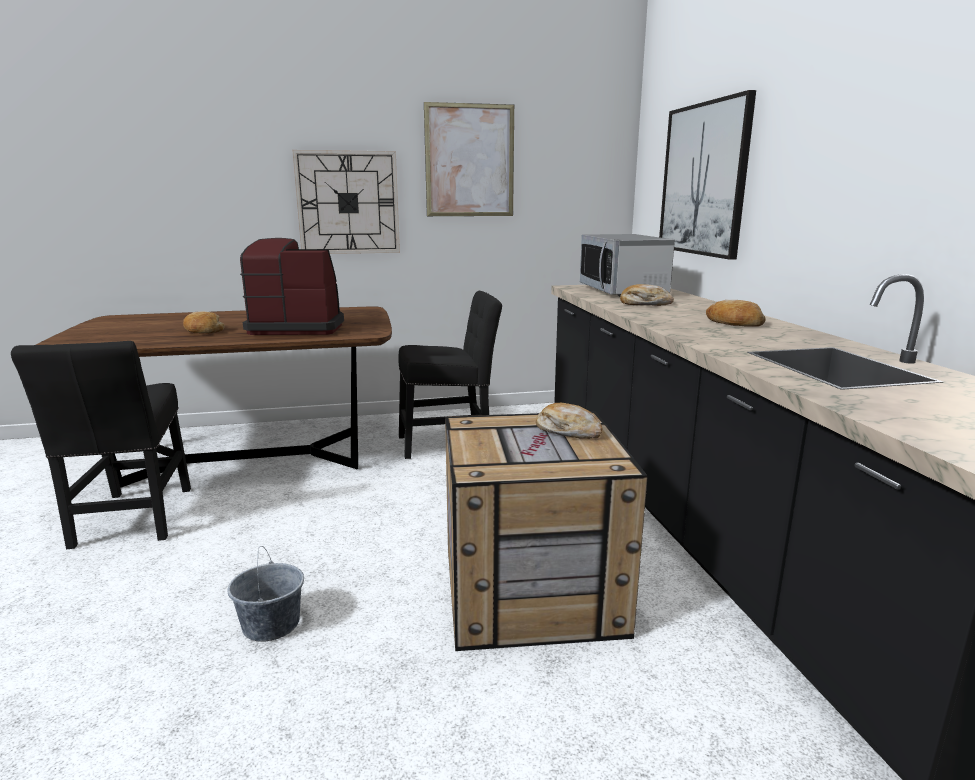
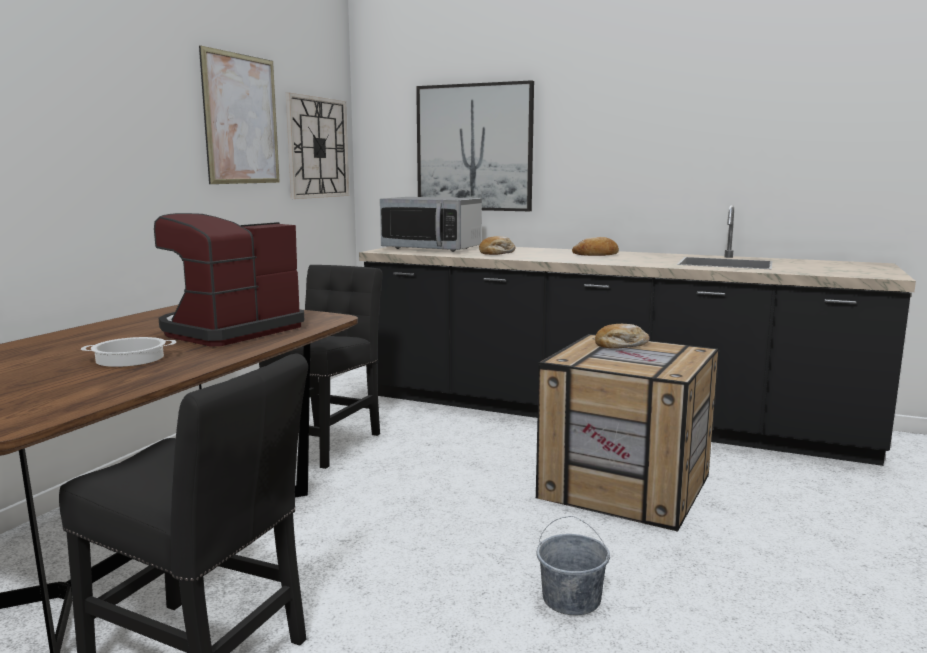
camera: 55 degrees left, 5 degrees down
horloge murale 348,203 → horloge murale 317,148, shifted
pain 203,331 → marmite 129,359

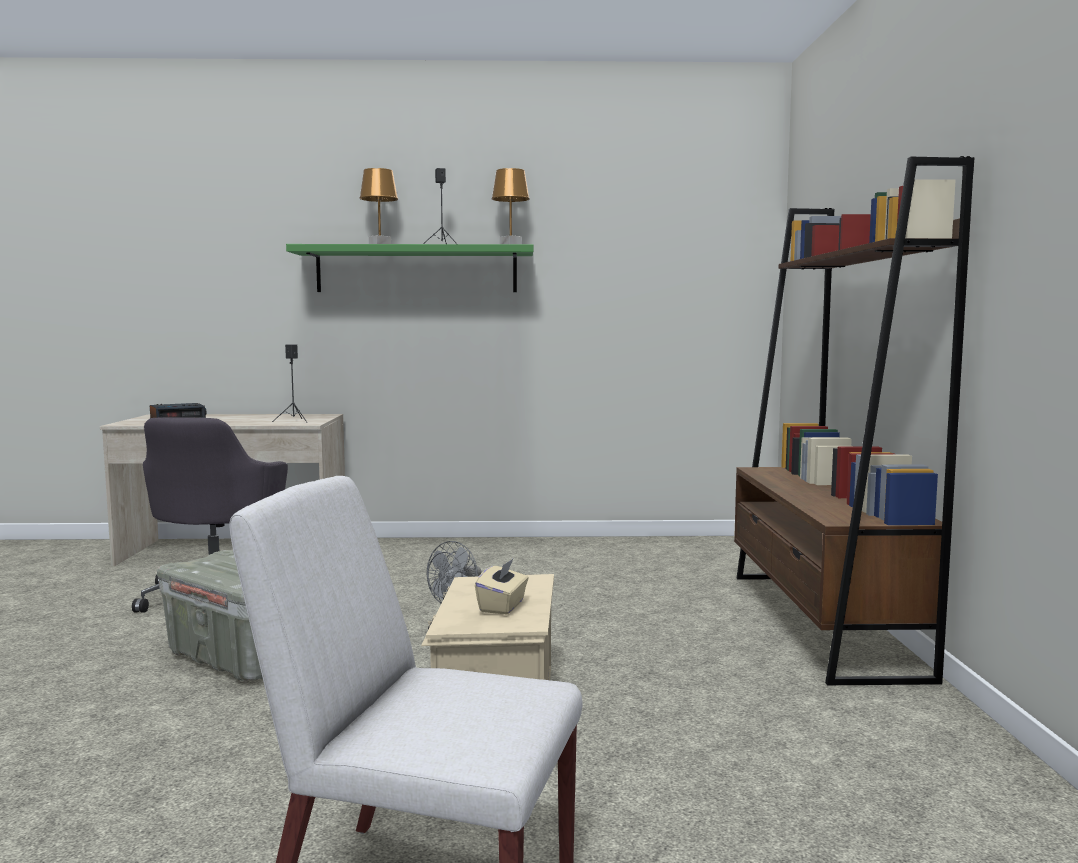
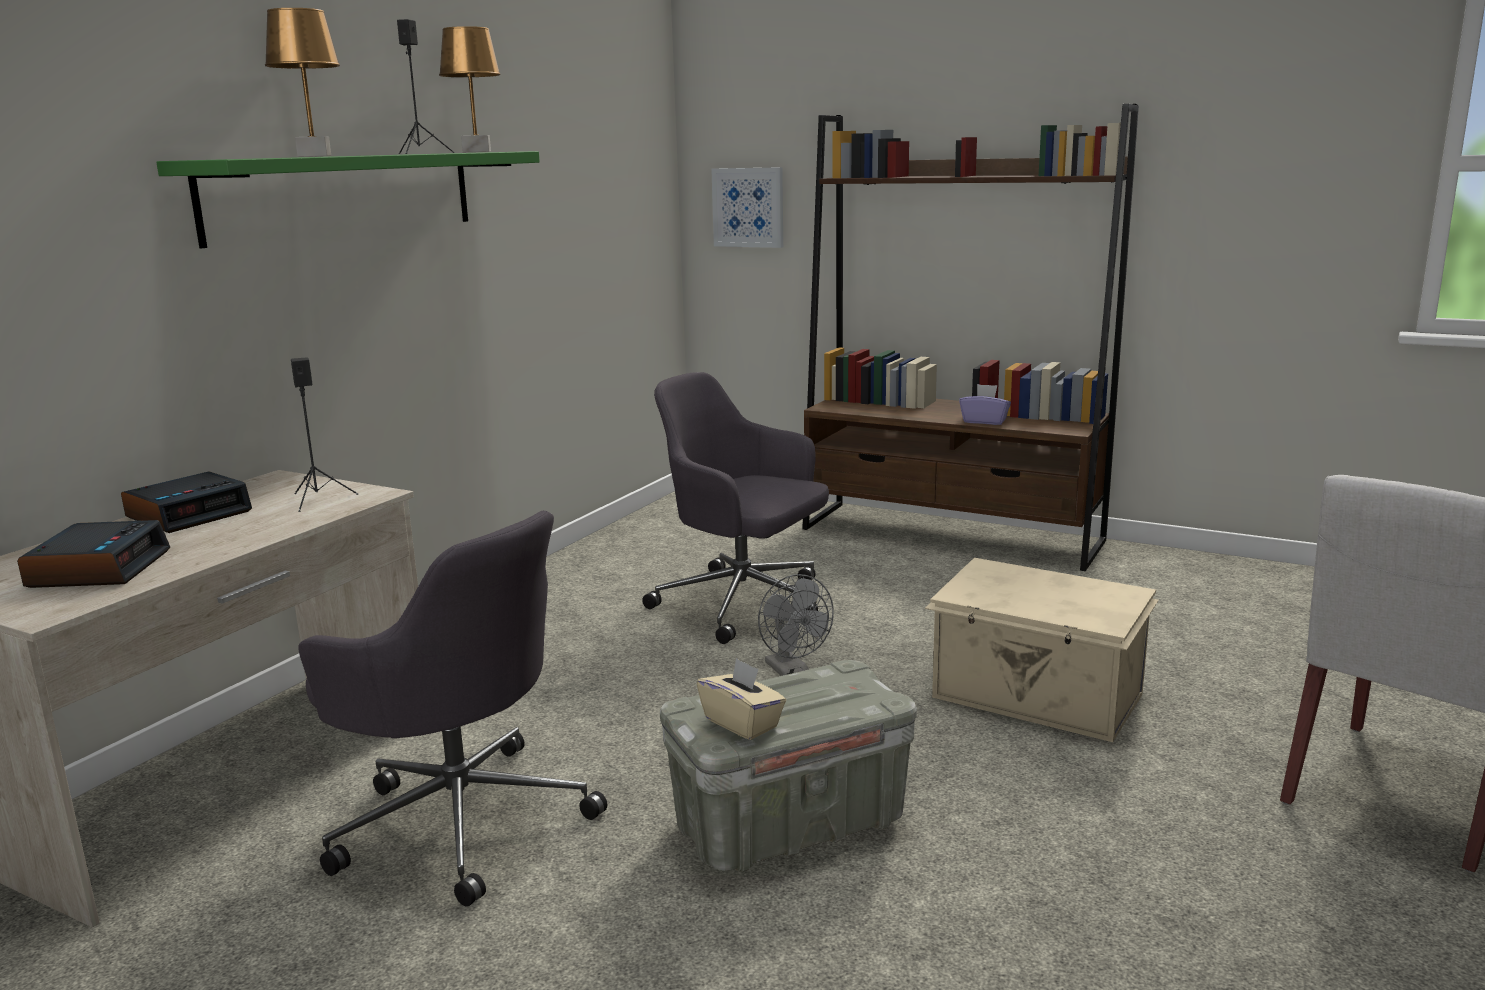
camera: 60 degrees left, 10 degrees up
- → réveil 190,514
- → chaise de bureau (gris) 743,604
- → tableau 748,207
- → boîte à mouchoirs (violet) 984,421
boîte à mouchoirs (beige) 502,606 → boîte à mouchoirs (beige) 742,723, shifted

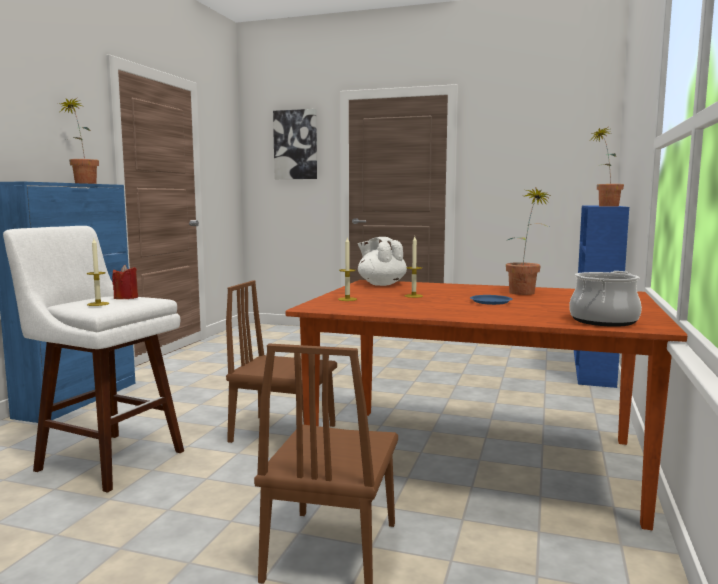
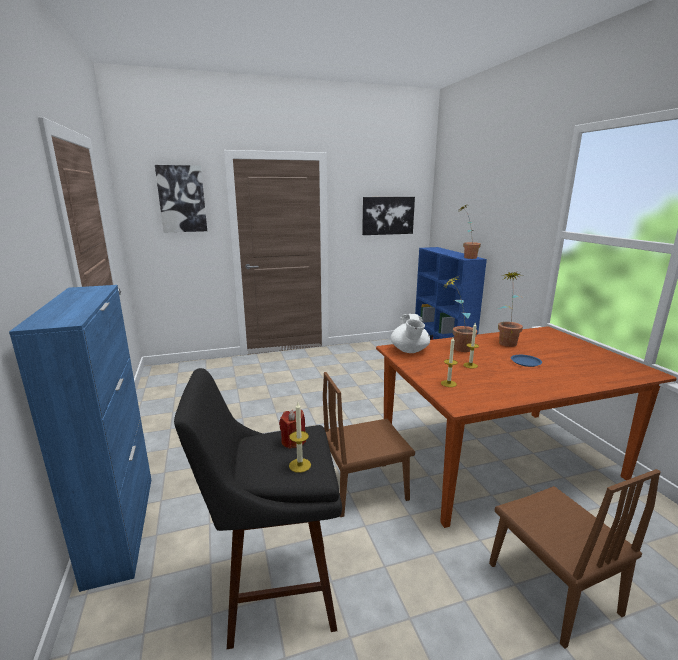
camera: 35 degrees left, 10 degrees up
marmite 603,321 → -
- → tableau 387,215
plante en pot 82,183 → plante en pot 457,348, shifted
tabouret (blanc) 106,459 → tabouret (noir) 273,591
théière (blanc) 381,284 → théière (blanc) 409,351, 105 degrees counterclockwise

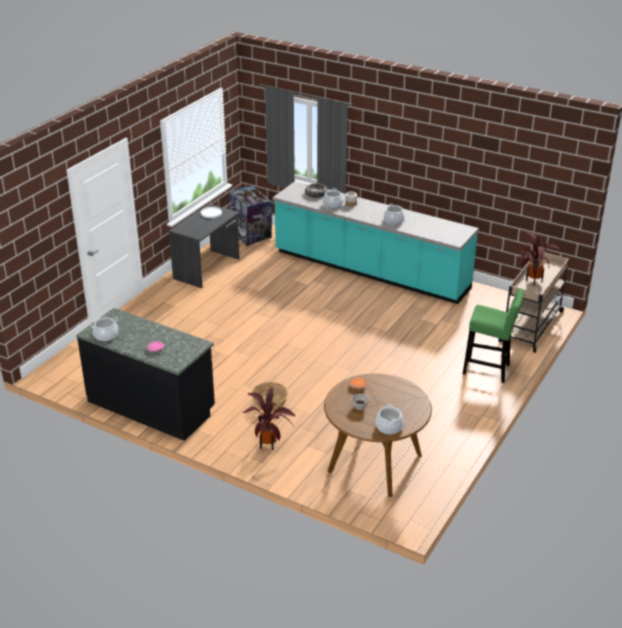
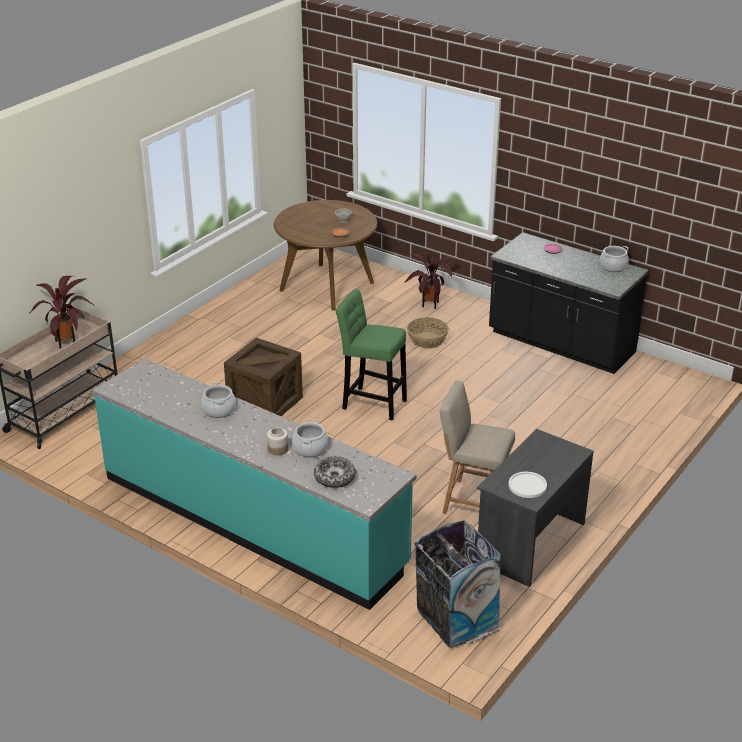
camera: 175 degrees left, 0 degrees up
marmite 389,427 → -
- → caisse 265,403
- → chaise (beige) 473,501
tabouret (vert) 489,370 → tabouret (vert) 371,403, shifted

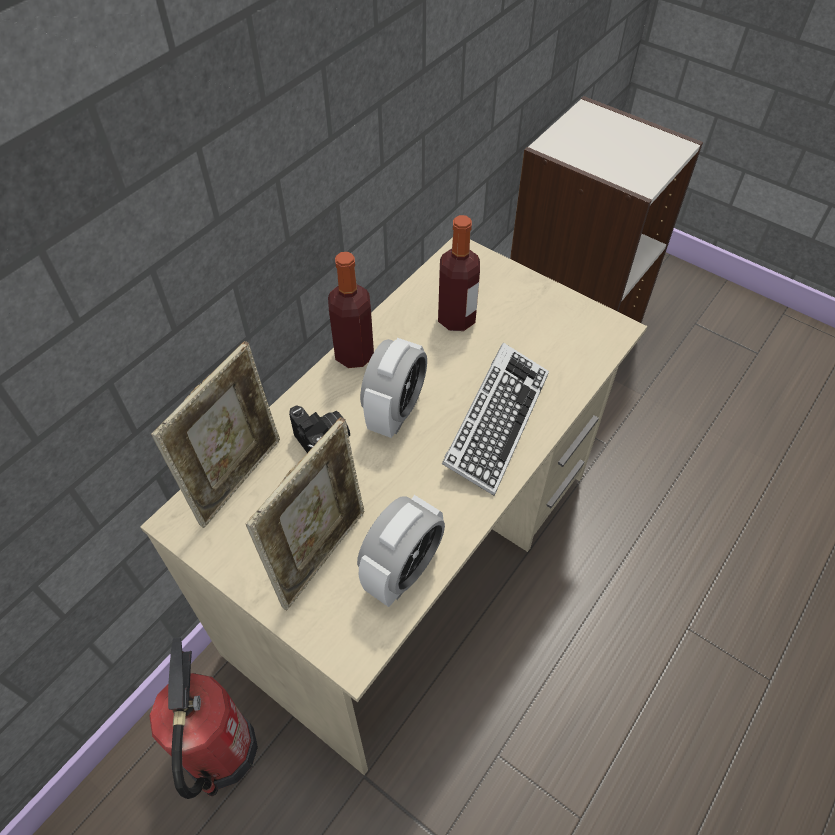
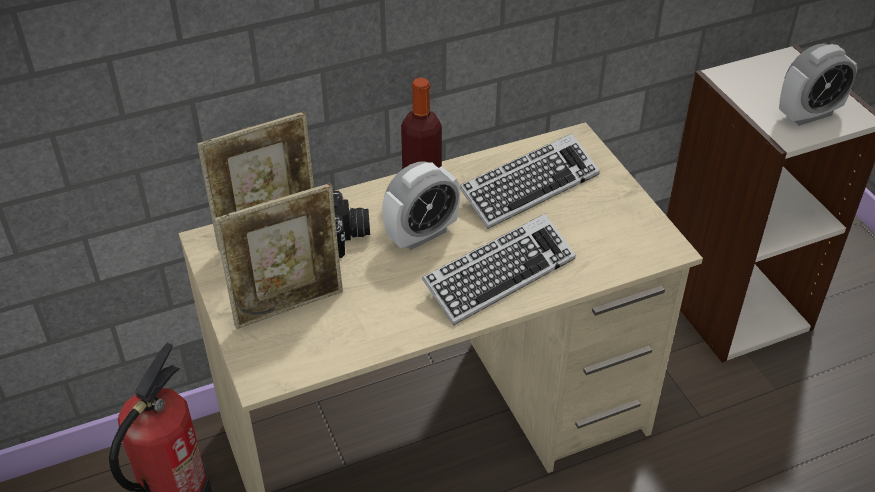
camera: 30 degrees right, 10 degrees down
réveil 402,571 → réveil 809,114, shifted
bouteille 456,319 → clavier 529,187

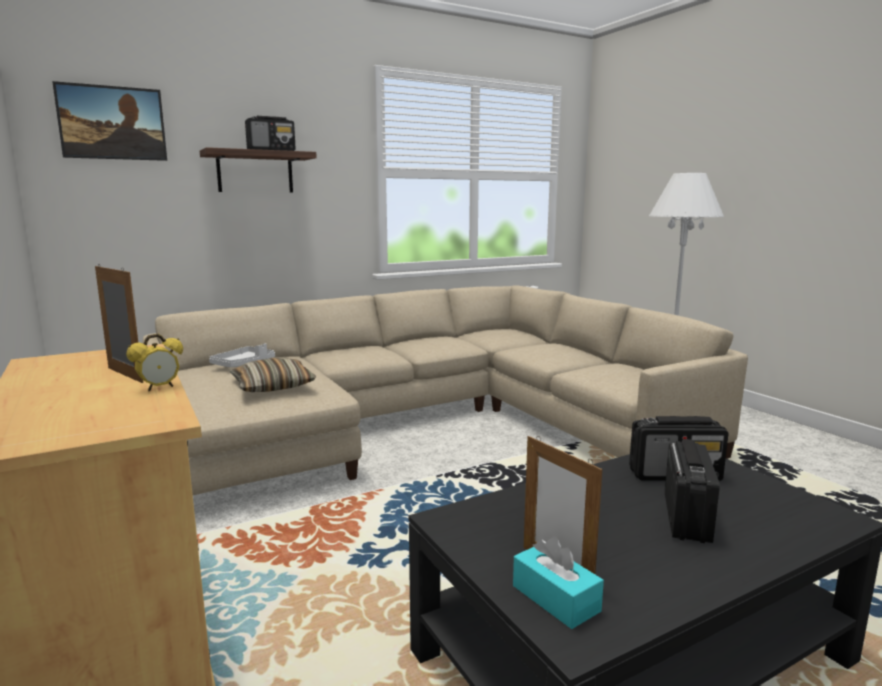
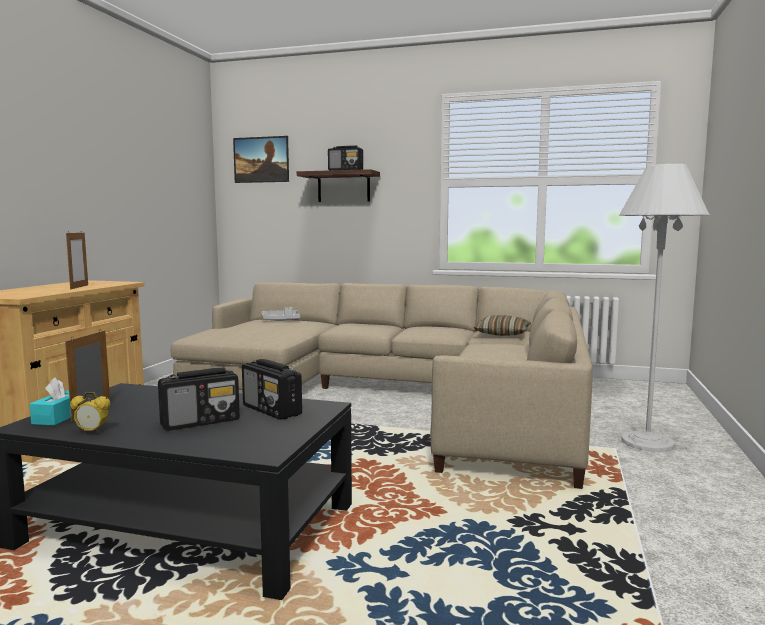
camera: 45 degrees right, 5 degrees down
réveil 159,388 → réveil 92,432, shifted
coussin 273,386 → coussin 502,334, shifted

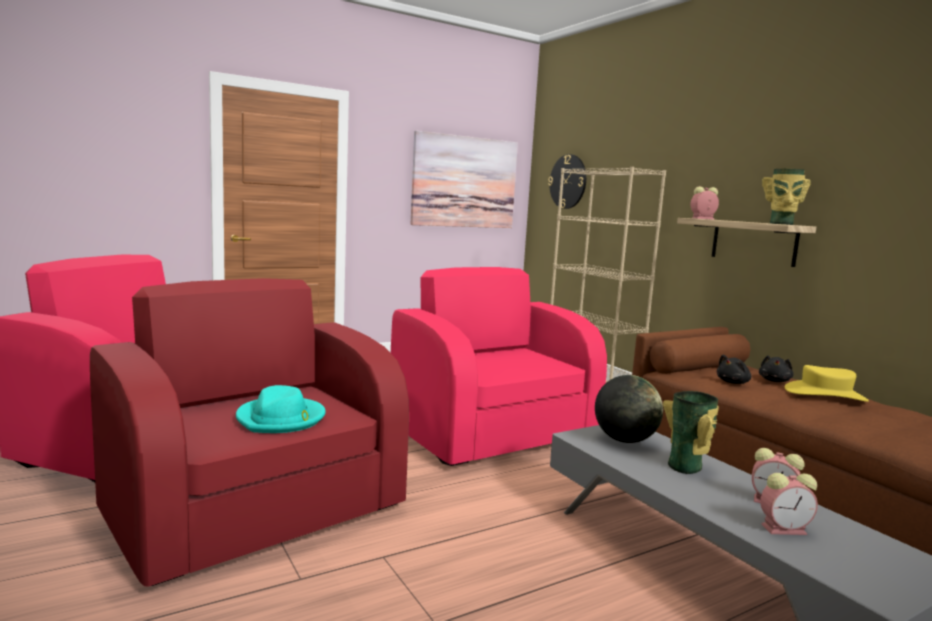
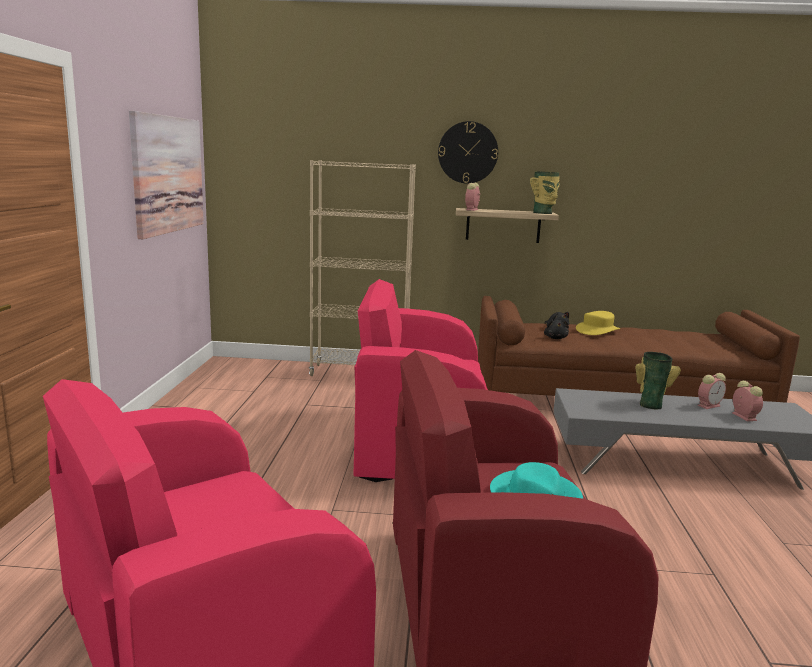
camera: 55 degrees left, 5 degrees up
globe 625,440 → -
horloge murale 568,181 → horloge murale 468,152, shifted
réveil 785,529 → réveil 743,416, 45 degrees counterclockwise

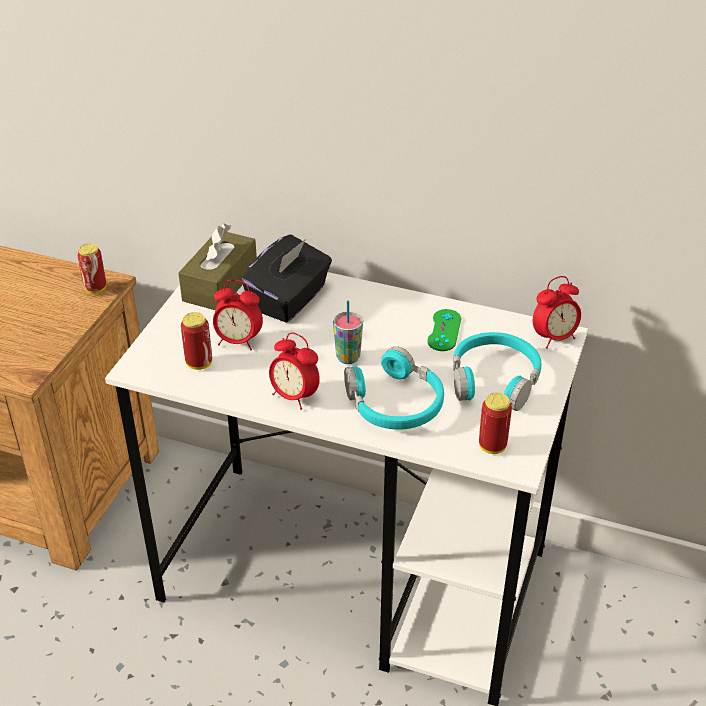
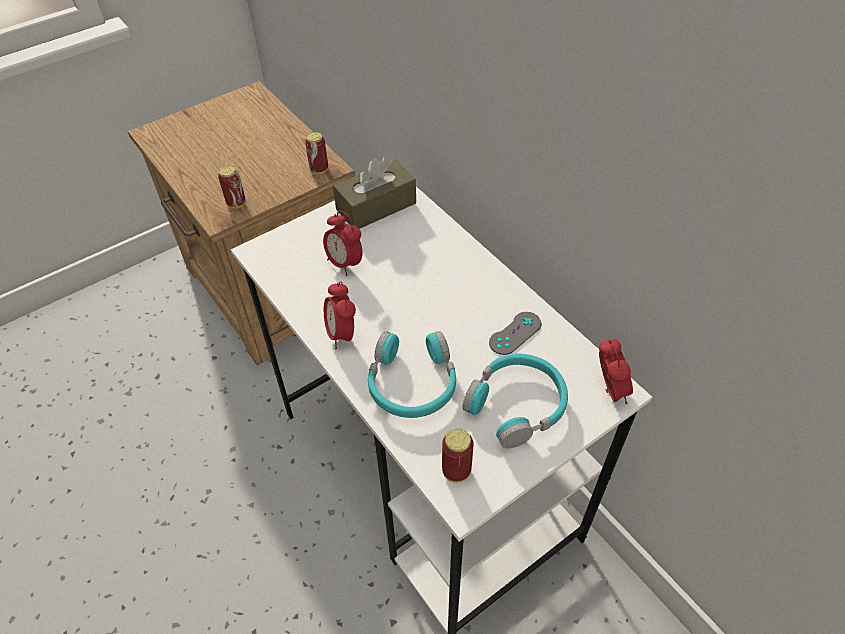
camera: 35 degrees right, 10 degrees up
boîte à mouchoirs (noir) 289,300 → -
tasse 348,358 → -
boîte métallique 199,363 → boîte métallique 236,204, shifted
manette (vert) 444,330 → manette (gris) 515,333
réveil 554,338 → réveil 609,391, 105 degrees counterclockwise

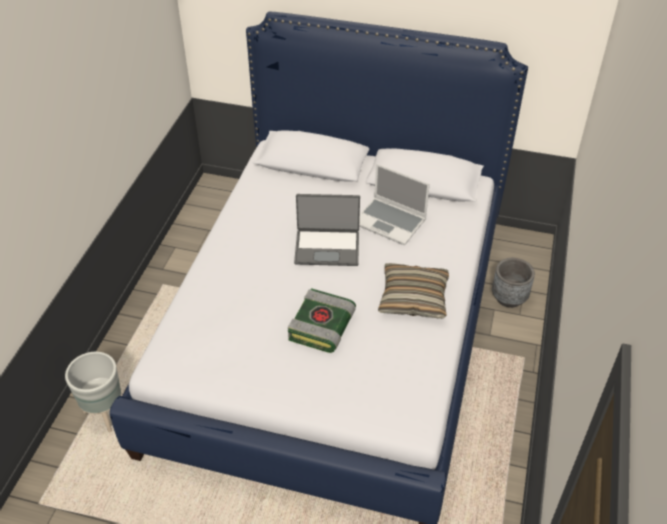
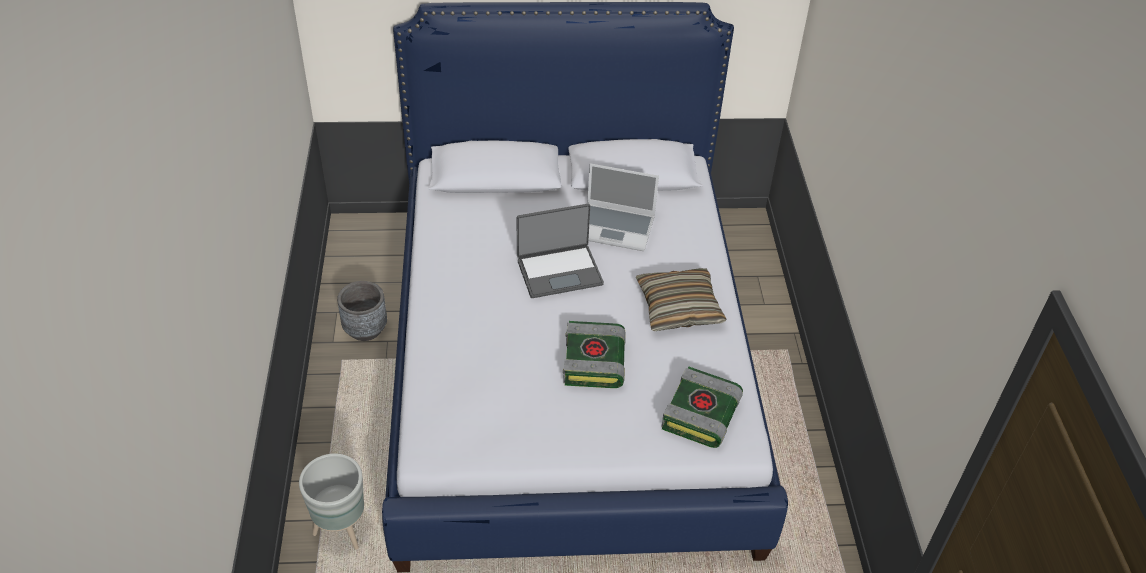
camera: 20 degrees left, 0 degrees up
- → livre 701,415
cache-pot (gris) 509,298 → cache-pot (gris) 365,330, shifted

